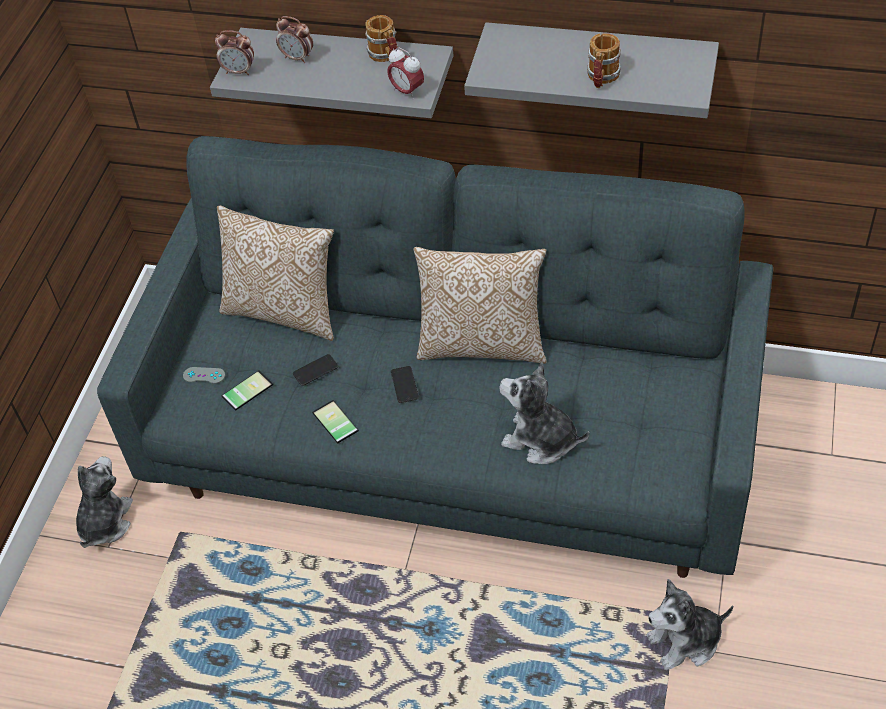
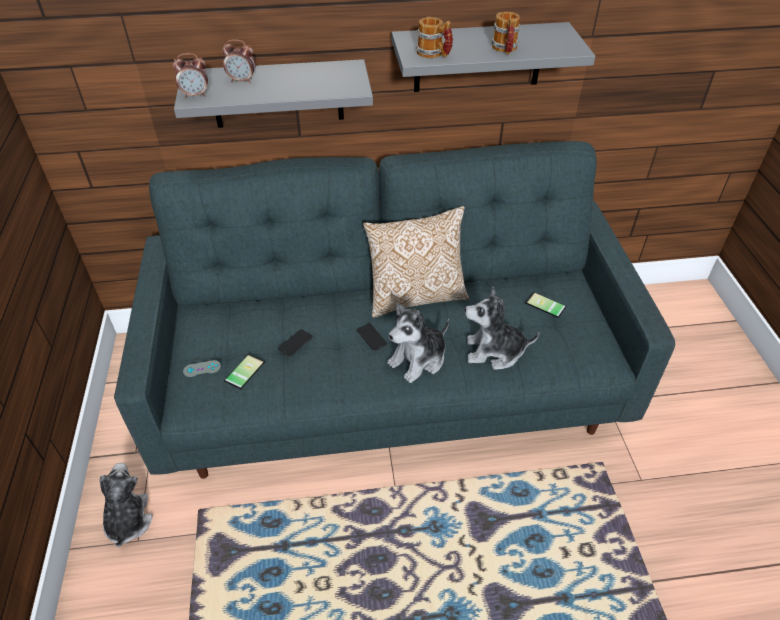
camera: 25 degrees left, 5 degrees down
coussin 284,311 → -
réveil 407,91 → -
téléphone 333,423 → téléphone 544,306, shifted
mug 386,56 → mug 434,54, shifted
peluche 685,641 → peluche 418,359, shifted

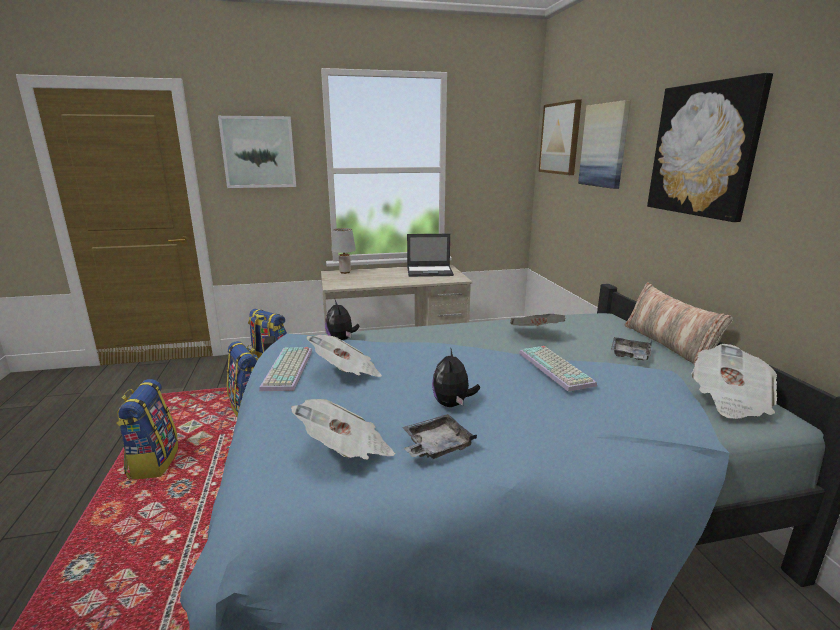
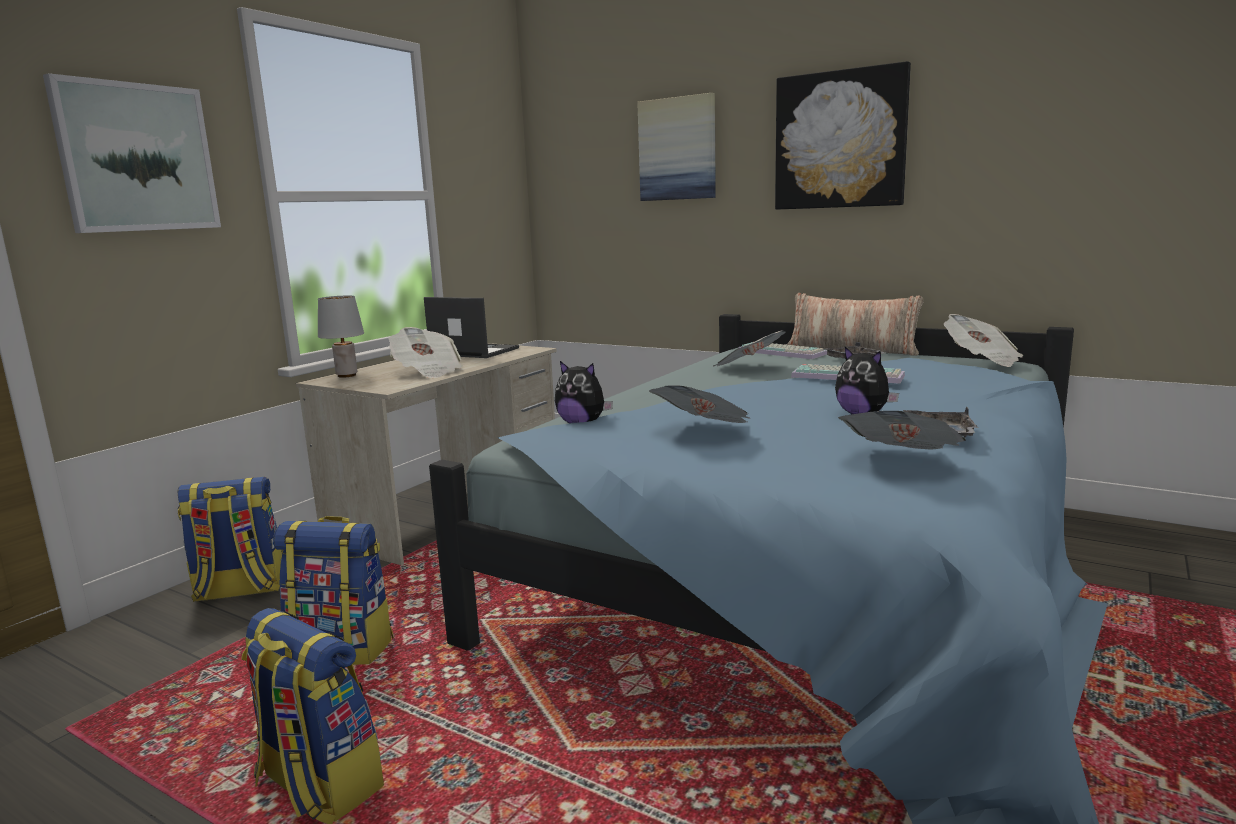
camera: 45 degrees left, 5 degrees down
tableau 560,138 → -
- → journal 427,371
clavier 289,370 → clavier 783,352, shifted
ordinateur portable 430,271 → ordinateur portable 473,351, 105 degrees counterclockwise

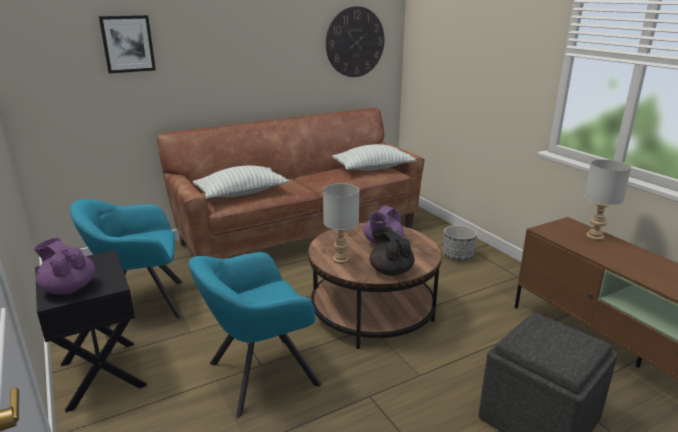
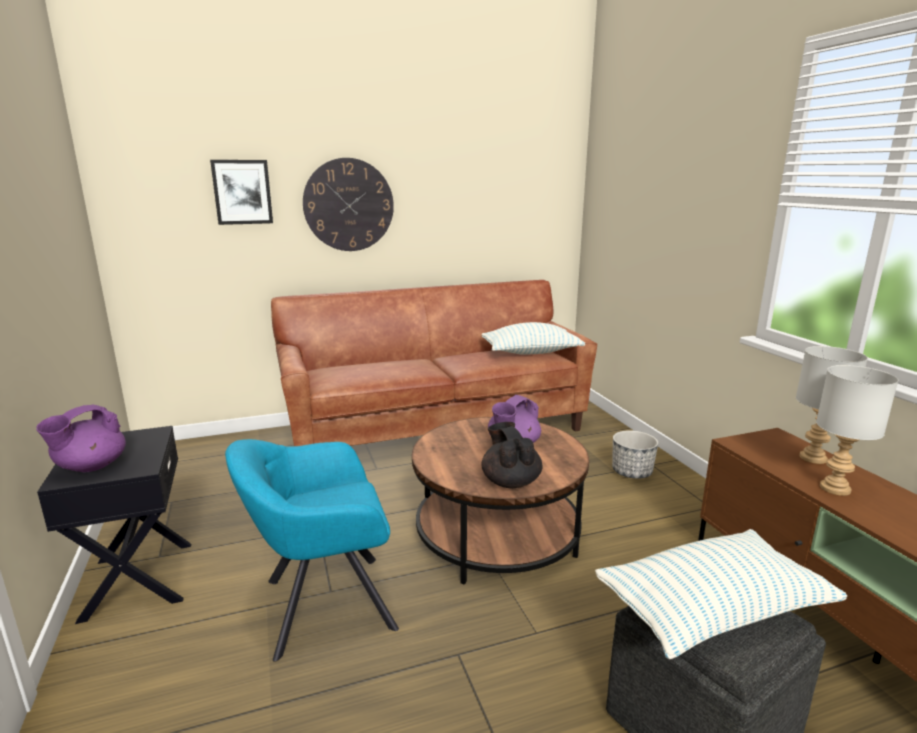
camera: 10 degrees right, 5 degrees down
fauteuil (turquoise) 140,304 → -
coussin 241,193 → coussin 712,610, shifted
lampe de table (gris) 340,260 → lampe de table (gris) 834,488, shifted
horloge murale 355,42 → horloge murale 348,205, shifted
théière (violet) 69,288 → théière (violet) 90,467, 105 degrees counterclockwise

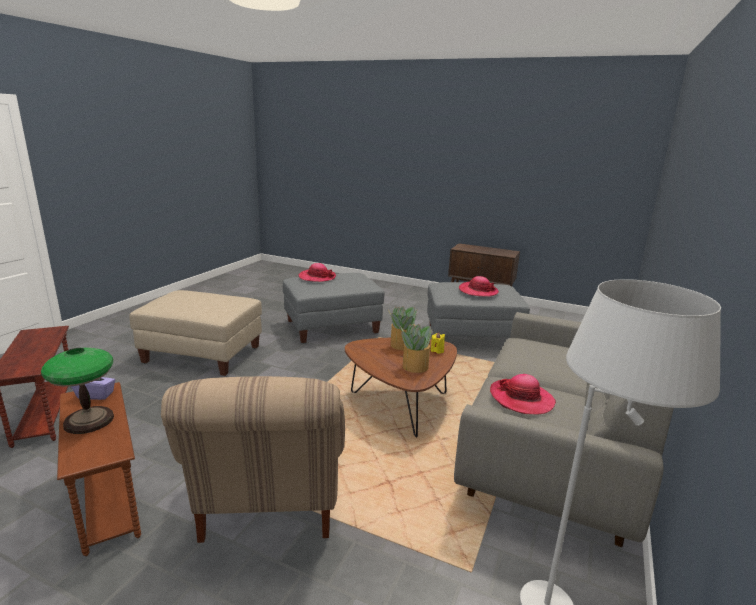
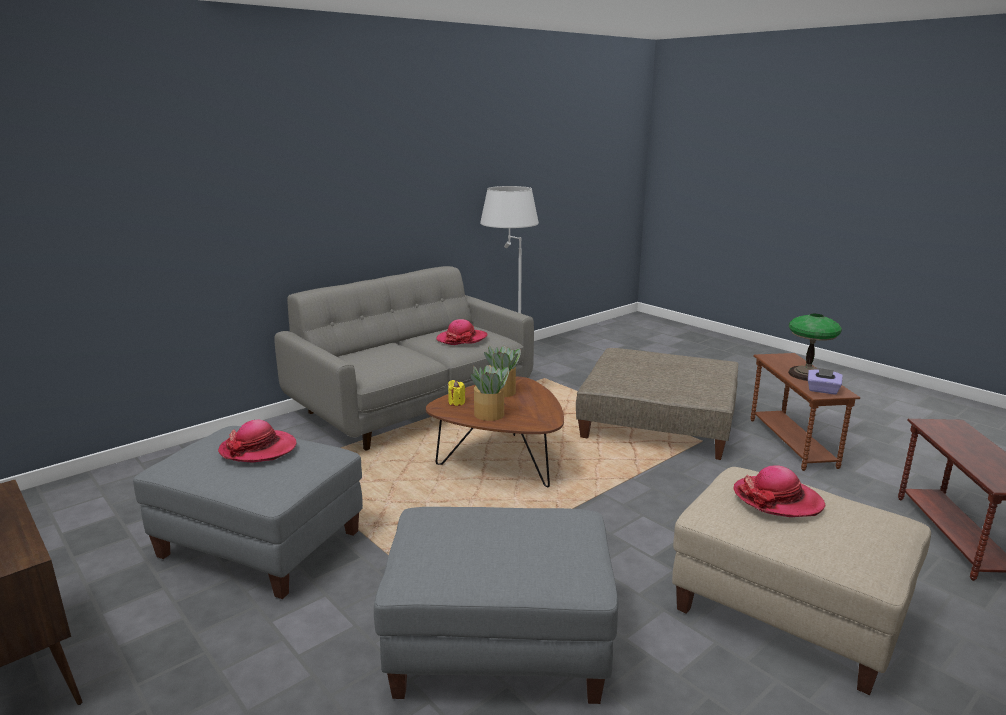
camera: 155 degrees left, 0 degrees up
chapeau 317,277 → chapeau 777,499, shifted
fauteuil (beige) 271,500 → pouf (beige) 658,421

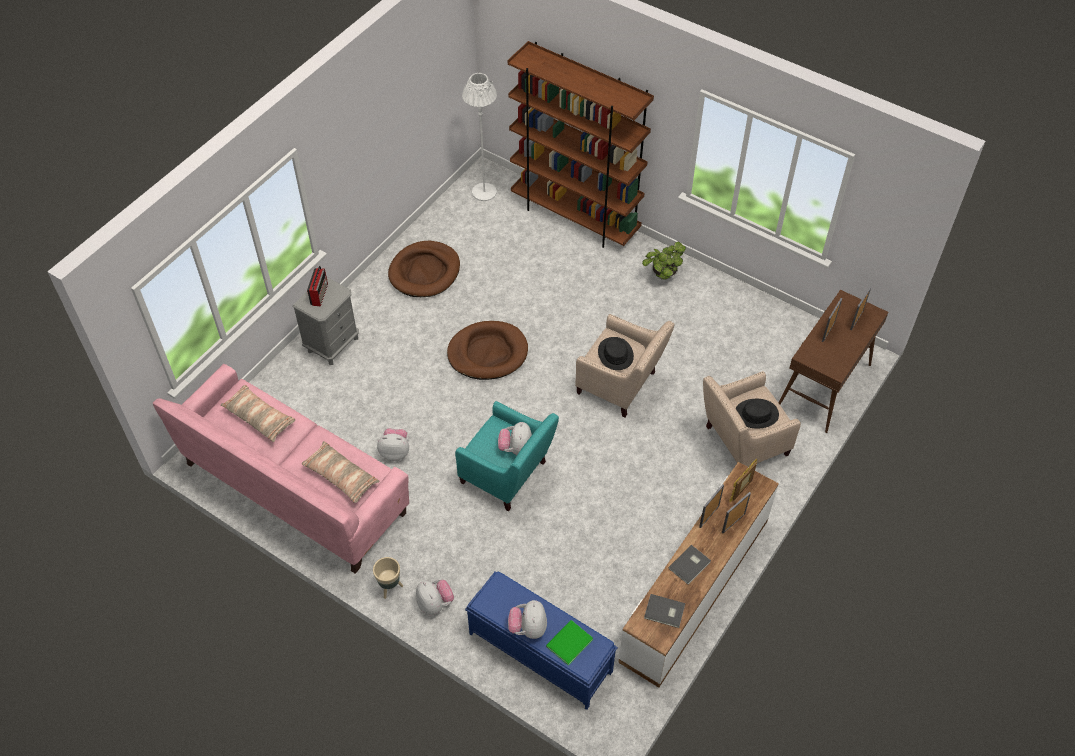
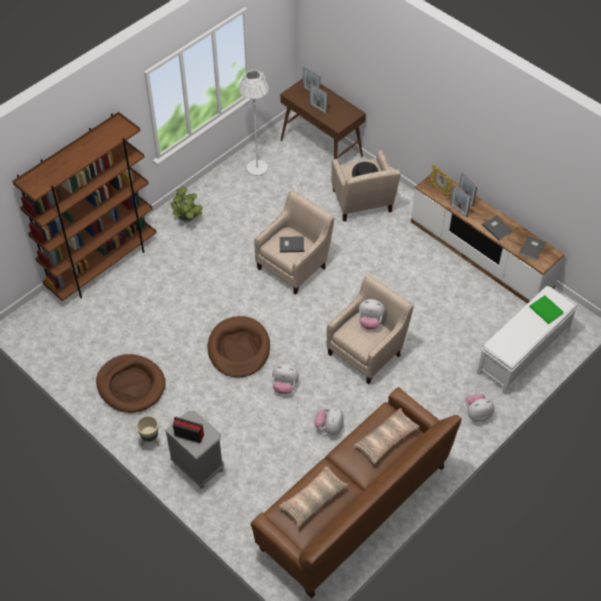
camera: 80 degrees left, 0 degrees up
cache-pot (beige) 390,587 → cache-pot (beige) 150,441, shifted
lampadaire (blanc) 484,192 → lampadaire (blanc) 257,168, shifted
peluche 528,628 → peluche 284,386, shifted
chapeau (noir) 615,354 → livre (gris) 291,244
canapé (rose) 295,488 → canapé (marron) 354,507
fauteuil (turquoise) 507,476 → fauteuil (beige) 367,351
banc (bleu) 539,652 → banc (blanc) 522,352

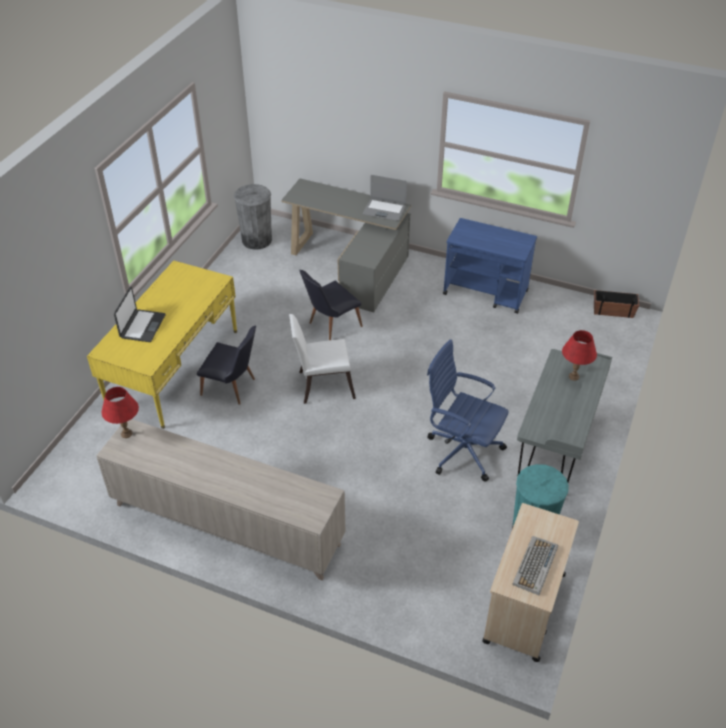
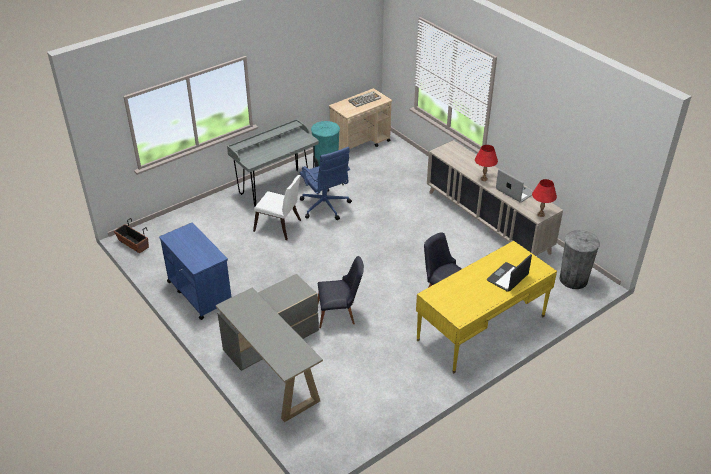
camera: 150 degrees left, 5 degrees down
poubelle (gris) 257,240 → poubelle (gris) 573,279, shifted
chaise (blanc) 322,385 → chaise (blanc) 280,227, shifted
ordinateur portable 384,210 → ordinateur portable 514,192, shifted
lampe de table (rouge) 573,376 → lampe de table (rouge) 484,179, shifted

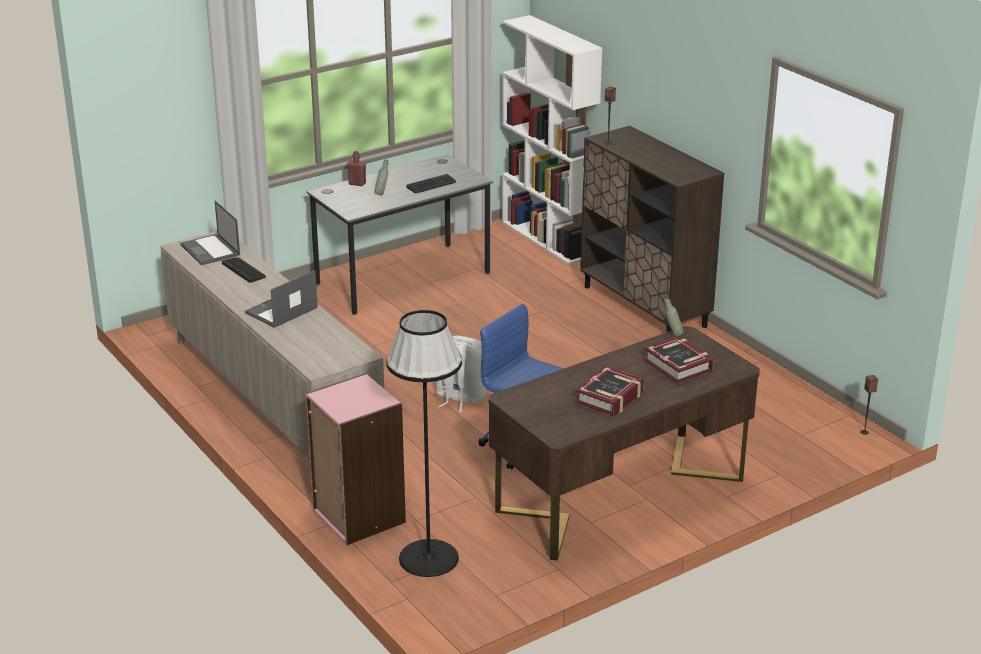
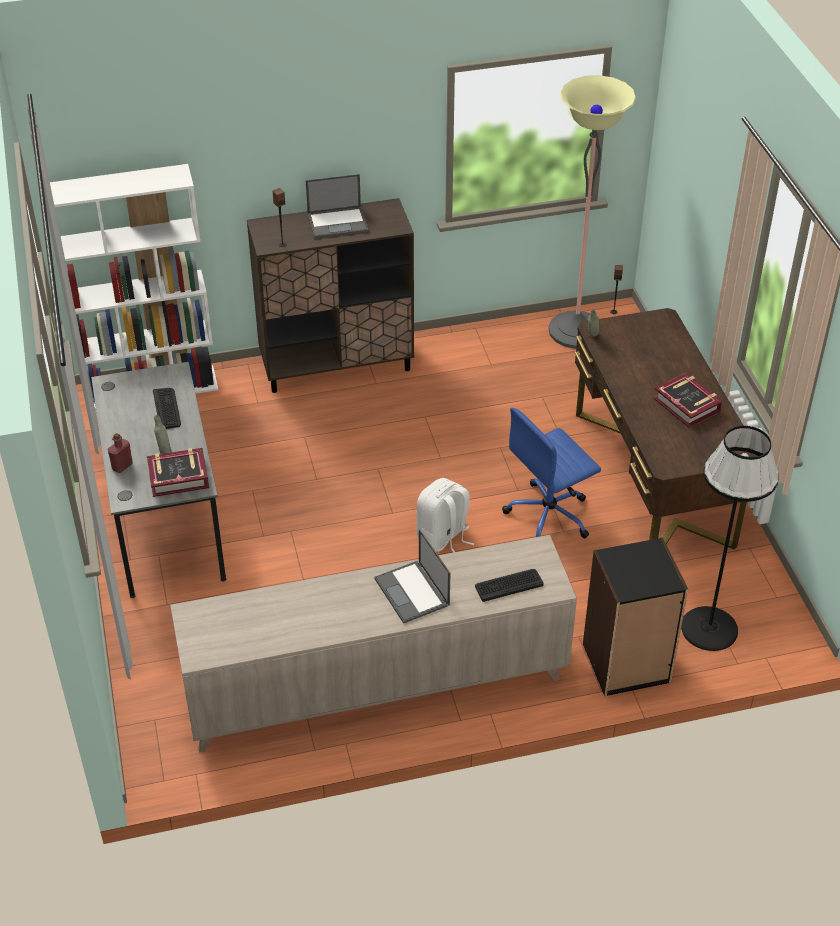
camera: 70 degrees left, 15 degrees up
- → lampadaire 576,330
ordinateur portable 211,250 → ordinateur portable 338,222, shifted
clavier 244,270 → clavier 508,585, shifted
livre 678,365 → livre 178,477, shifted
bibliothèque (rose) 358,517 → bibliothèque (noir) 626,664

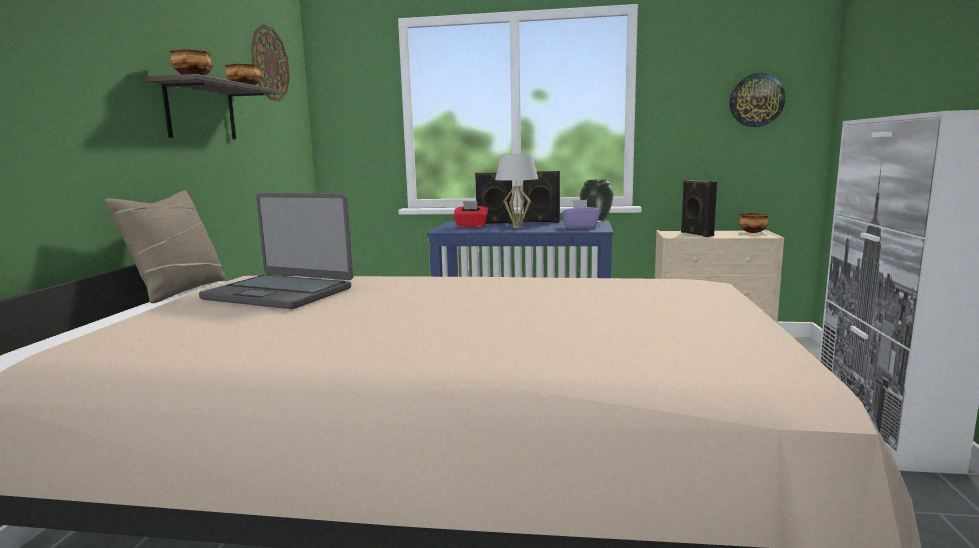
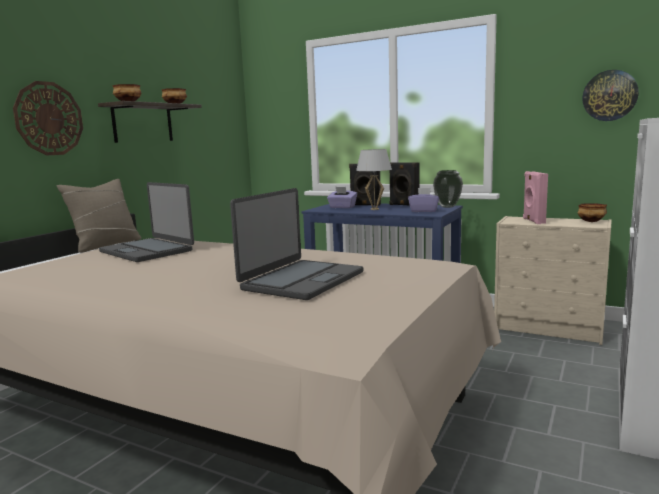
camera: 20 degrees right, 0 degrees up
- → ordinateur portable 301,281
horloge murale 269,63 → horloge murale 49,118, shifted
boîte à mouchoirs (rouge) 471,226 → boîte à mouchoirs (violet) 342,207
enceinte (noir) 695,234 → enceinte (rose) 533,221

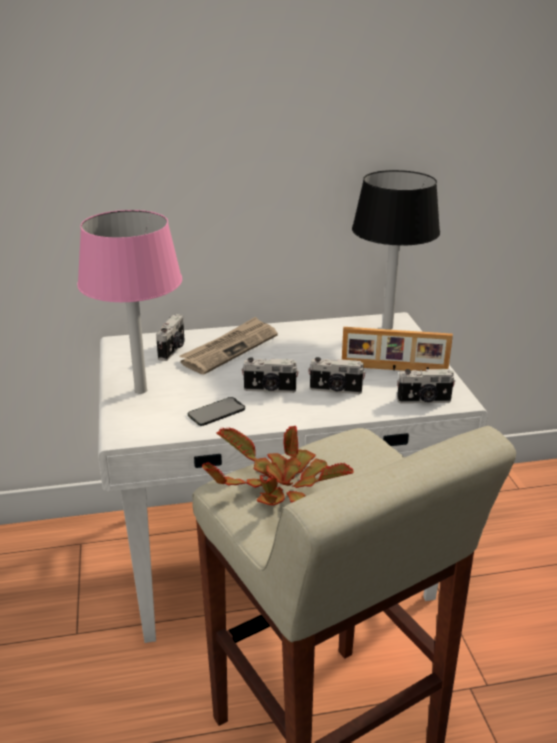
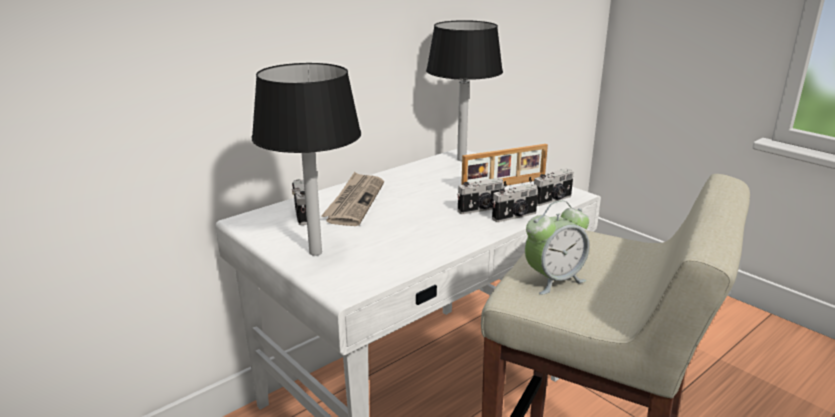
camera: 30 degrees left, 5 degrees down
téléphone 216,412 → -
appareil photo 270,389 → appareil photo 515,216, shifted
plante en pot 279,486 → réveil 553,280
lampe de table (rose) 140,390 → lampe de table (noir) 315,252

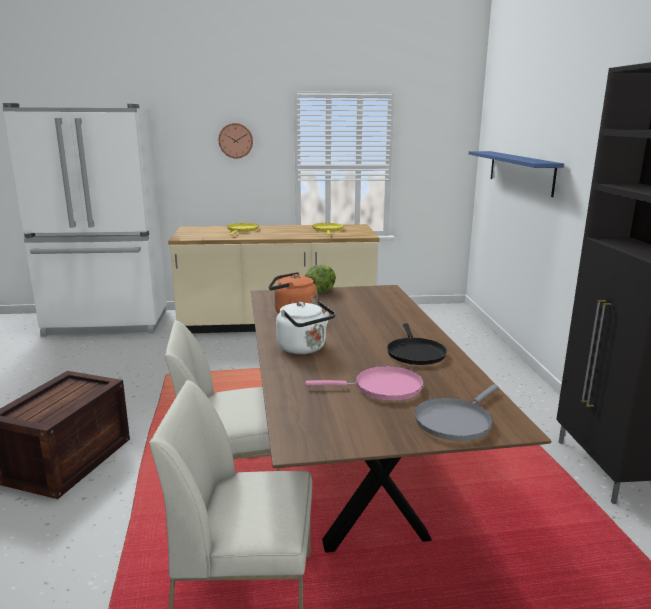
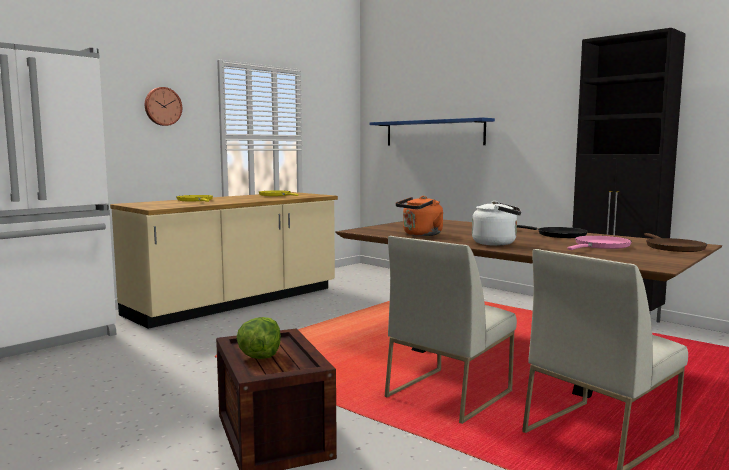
camera: 40 degrees left, 10 degrees down
laitue 320,291 → laitue 259,356, shifted
poêle (gris) 455,421 → poêle (marron) 672,248

